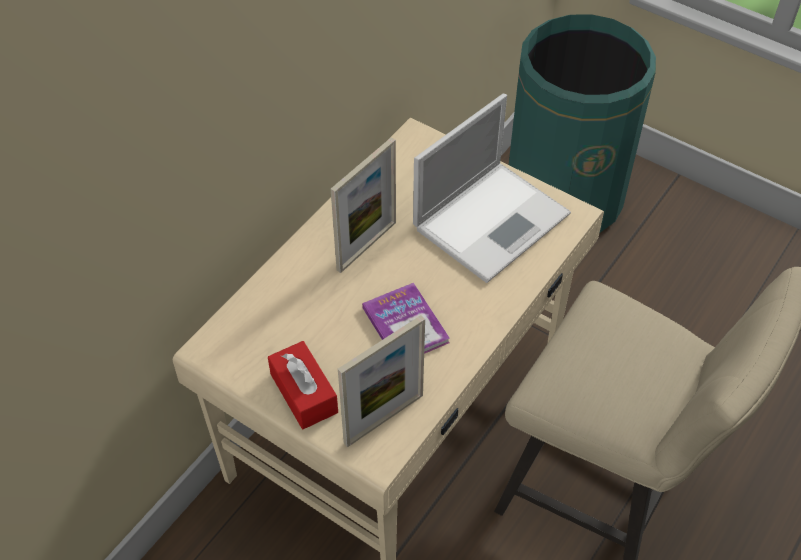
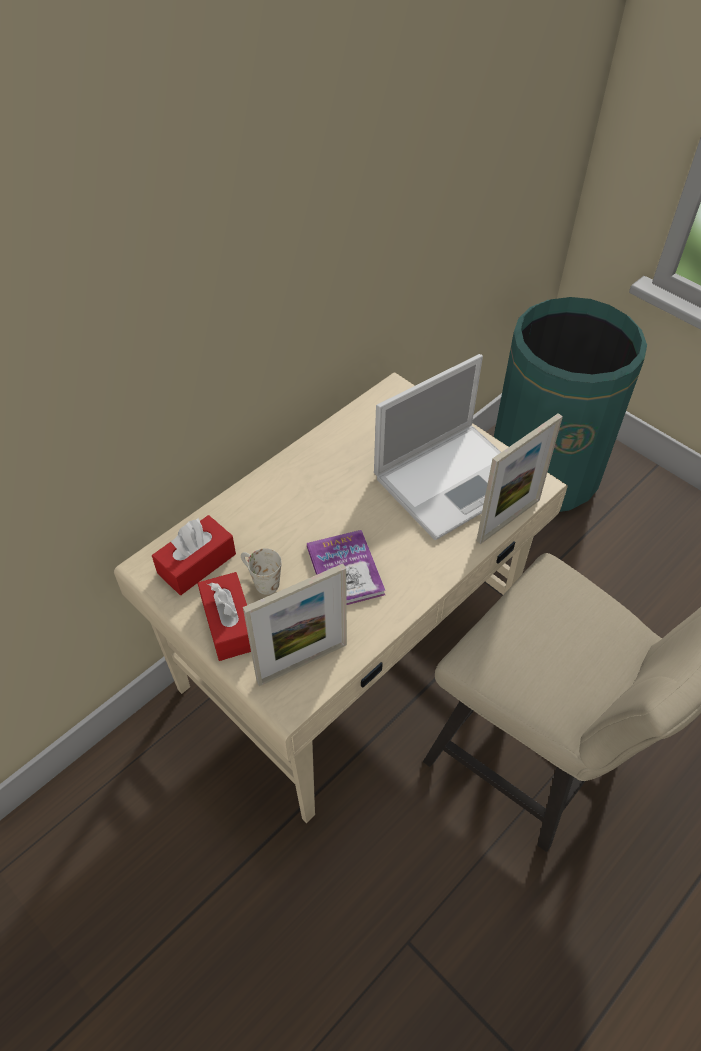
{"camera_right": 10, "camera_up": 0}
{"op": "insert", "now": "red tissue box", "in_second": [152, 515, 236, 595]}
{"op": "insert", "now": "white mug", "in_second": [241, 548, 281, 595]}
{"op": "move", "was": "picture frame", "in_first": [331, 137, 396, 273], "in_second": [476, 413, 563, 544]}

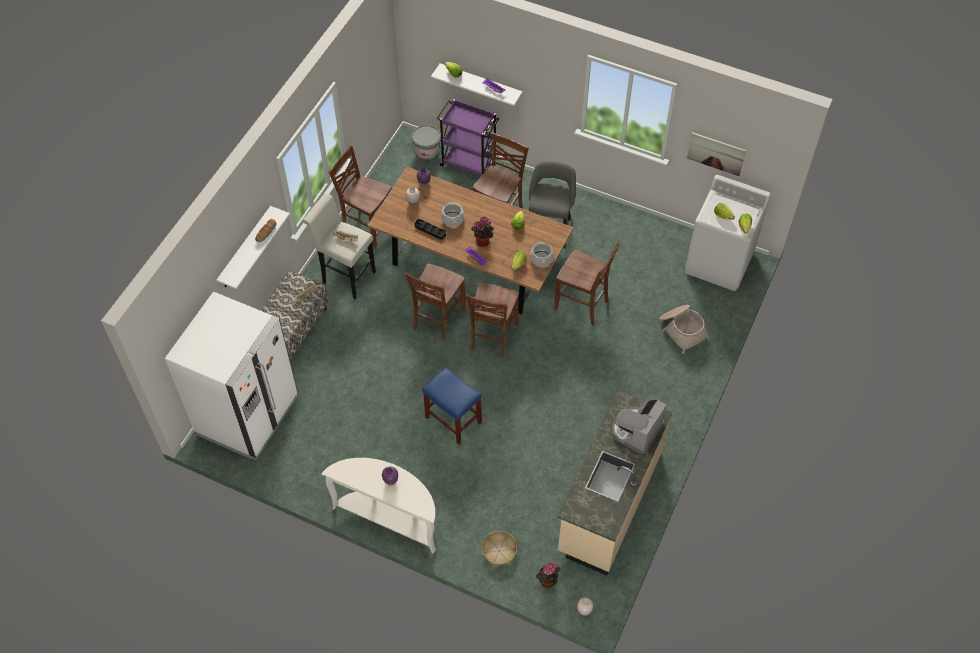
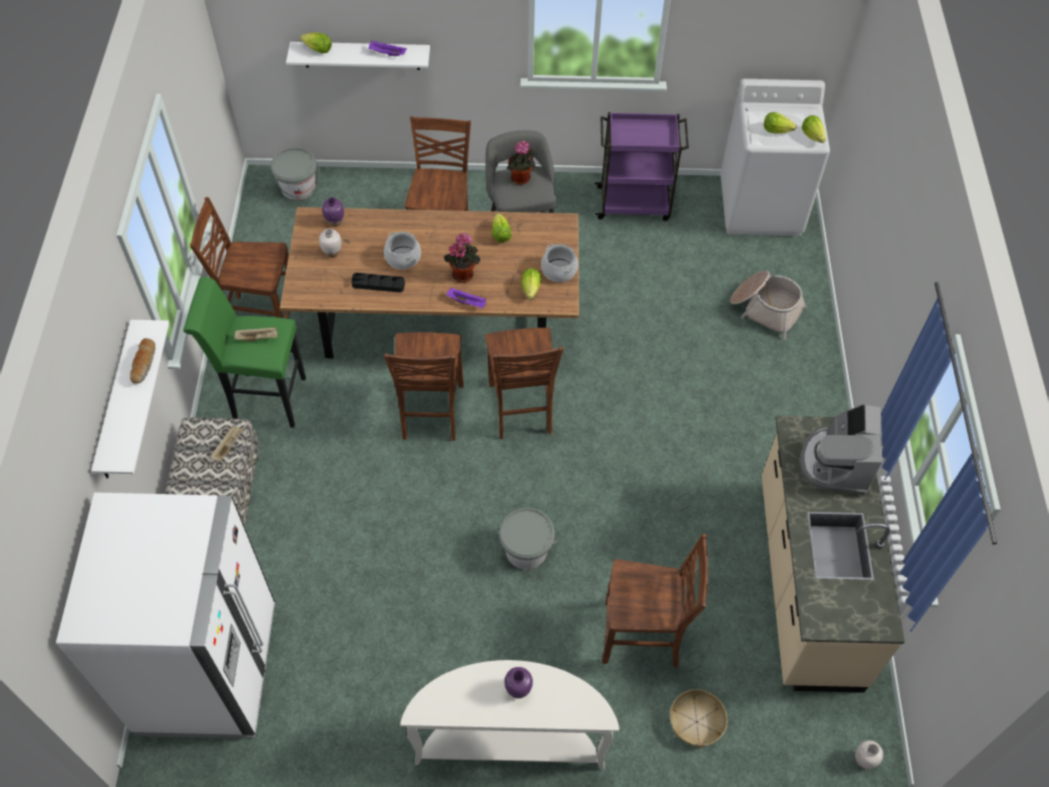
{"camera_right": -25, "camera_up": 0}
{"op": "delete", "was": "picture", "in_first": [687, 132, 746, 176]}
{"op": "move", "was": "purple cart", "in_first": [437, 99, 499, 178], "in_second": [595, 112, 689, 221]}
{"op": "move", "was": "potted plant", "in_first": [536, 562, 560, 588], "in_second": [507, 141, 535, 185]}
{"op": "move", "was": "brown chair", "in_first": [554, 242, 620, 325], "in_second": [602, 534, 708, 668]}
{"op": "replace", "was": "blue stool", "now": "grey bucket", "in_first": [422, 367, 482, 445], "in_second": [499, 508, 558, 569]}
{"op": "recolor", "was": "white stool", "now": "green stool", "in_first": [303, 193, 376, 299], "in_second": [183, 277, 306, 428]}

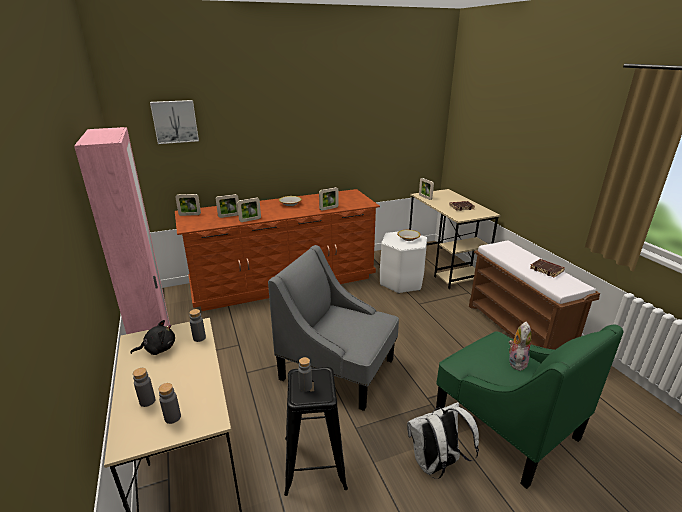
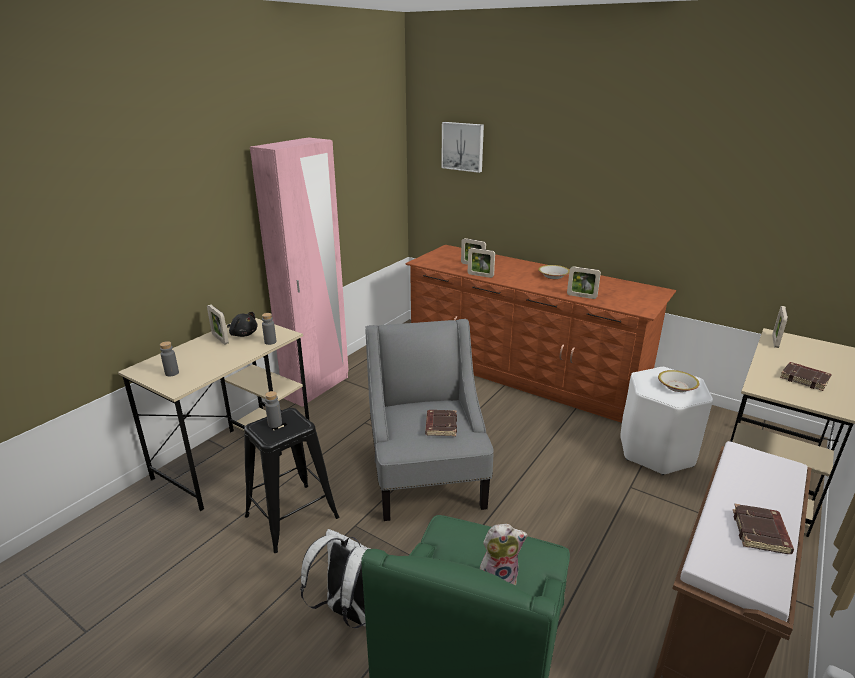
{"camera_right": 55, "camera_up": 0}
{"op": "delete", "was": "grey bottle", "in_first": [133, 368, 155, 407]}
{"op": "insert", "now": "brown book", "in_second": [425, 410, 457, 436]}
{"op": "move", "was": "picture frame", "in_first": [175, 194, 201, 216], "in_second": [207, 304, 229, 345]}

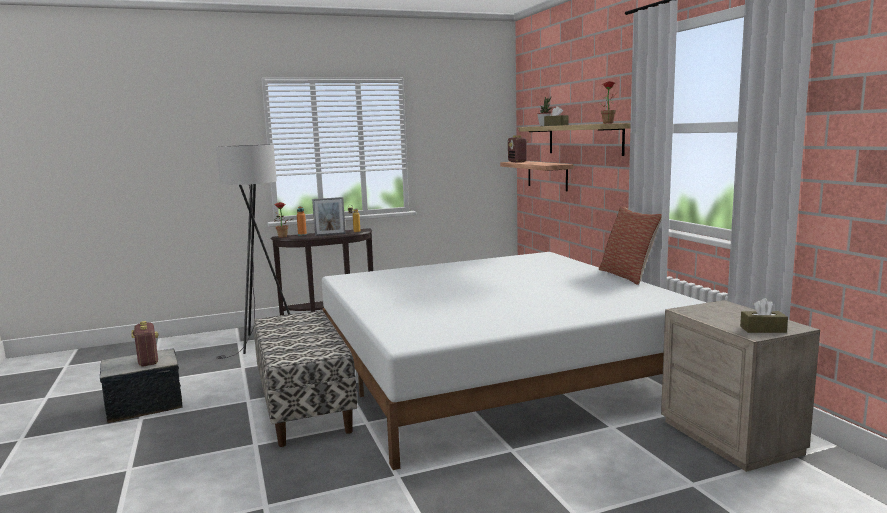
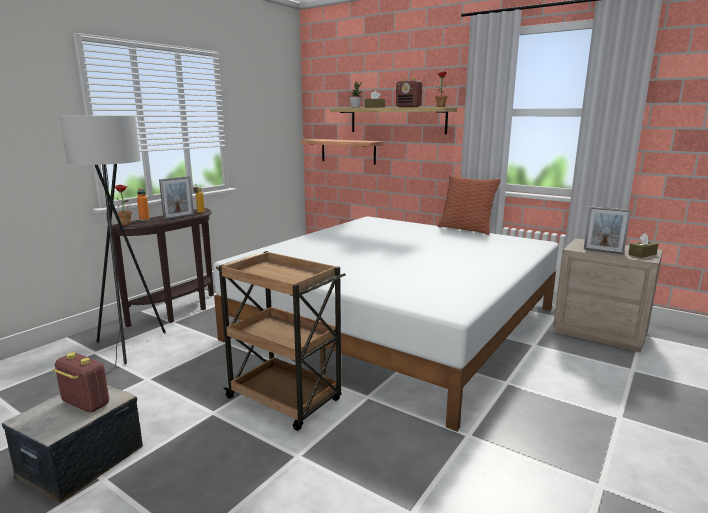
{"camera_right": -35, "camera_up": 5}
{"op": "insert", "now": "picture frame", "in_second": [584, 206, 631, 254]}
{"op": "move", "was": "radio", "in_first": [508, 135, 528, 163], "in_second": [396, 78, 422, 107]}
{"op": "replace", "was": "bench", "now": "brown cart", "in_first": [254, 311, 357, 447], "in_second": [216, 251, 346, 431]}

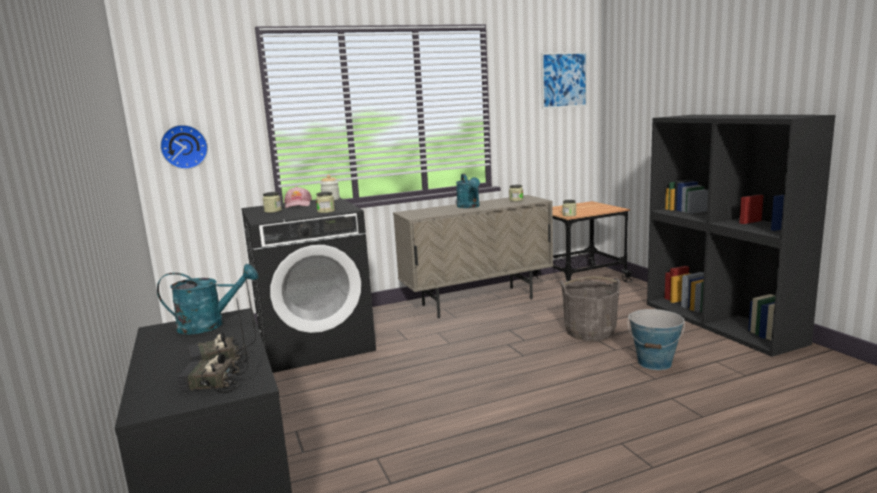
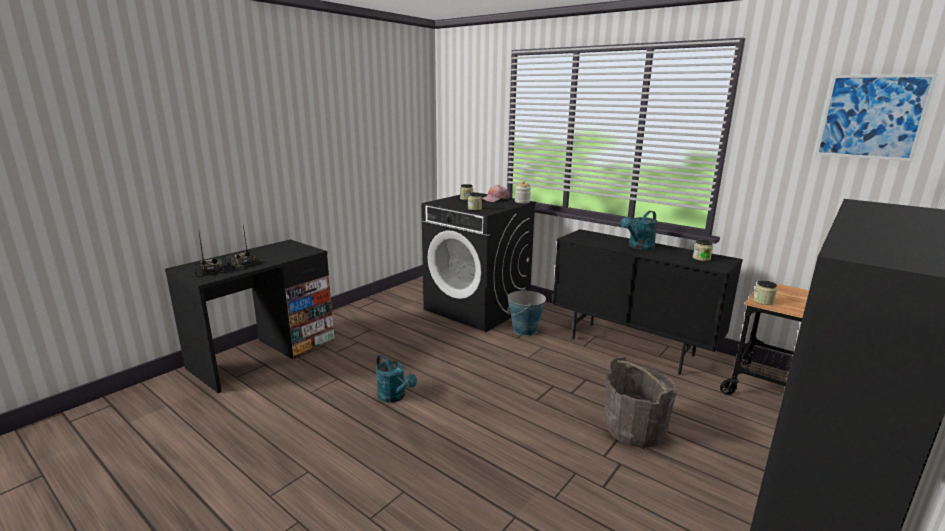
{"camera_right": 60, "camera_up": 5}
{"op": "delete", "was": "wall clock", "in_first": [160, 125, 208, 169]}
{"op": "move", "was": "turquoise watering can", "in_first": [157, 264, 258, 334], "in_second": [376, 354, 417, 403]}
{"op": "move", "was": "bucket", "in_first": [628, 309, 685, 370], "in_second": [507, 289, 546, 336]}
{"op": "recolor", "was": "beige cabinet", "now": "black cabinet", "in_first": [393, 195, 553, 319], "in_second": [552, 229, 743, 375]}

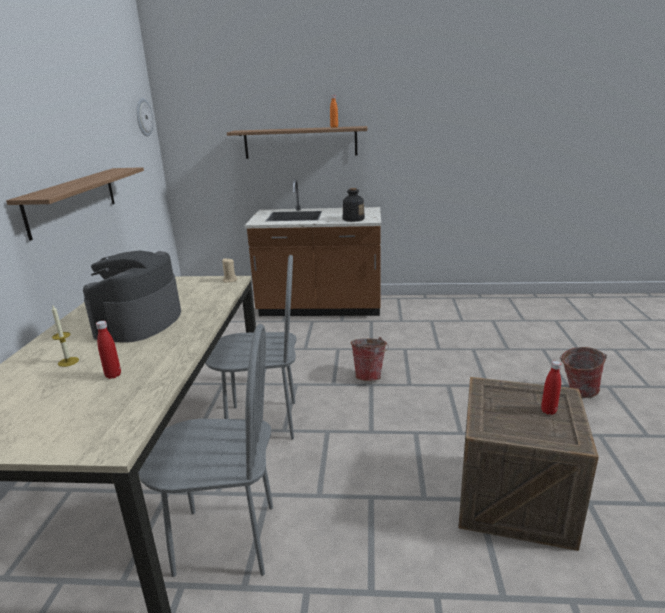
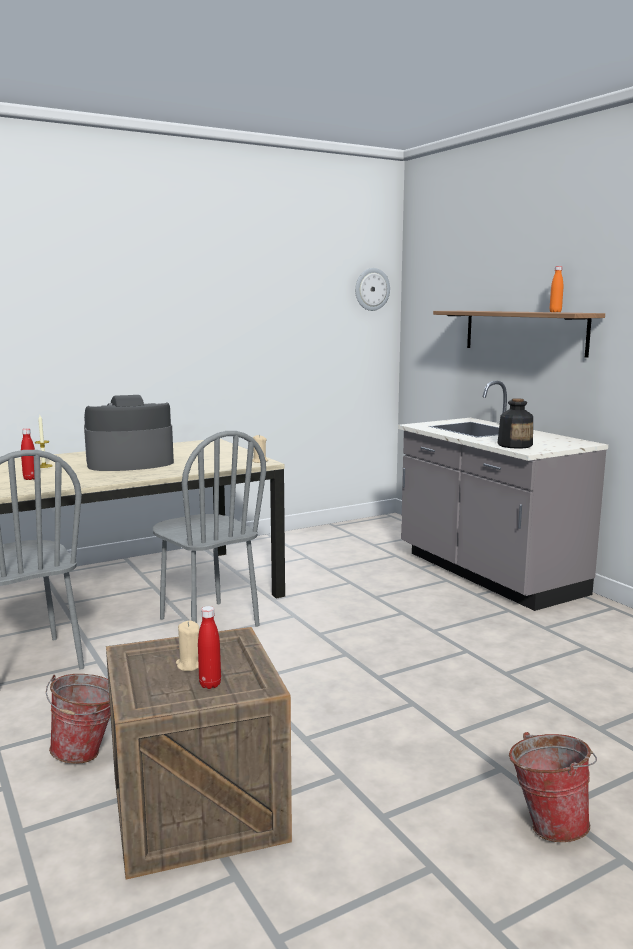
{"camera_right": 55, "camera_up": -10}
{"op": "delete", "was": "shelf", "in_first": [6, 167, 144, 241]}
{"op": "insert", "now": "beige candle", "in_second": [176, 621, 200, 671]}
{"op": "move", "was": "bucket", "in_first": [351, 337, 389, 381], "in_second": [46, 674, 111, 764]}
{"op": "recolor", "was": "brown counter", "now": "grey counter", "in_first": [244, 179, 381, 316], "in_second": [398, 381, 608, 611]}

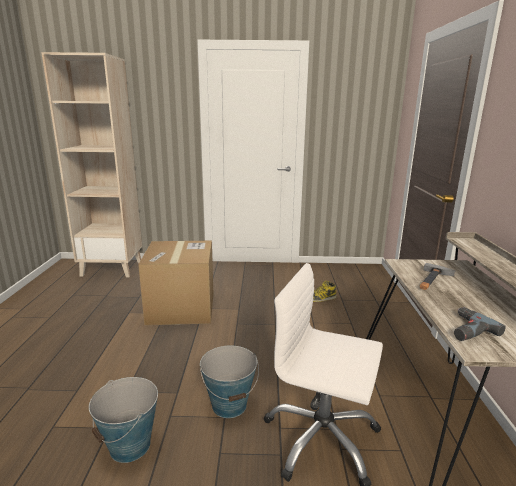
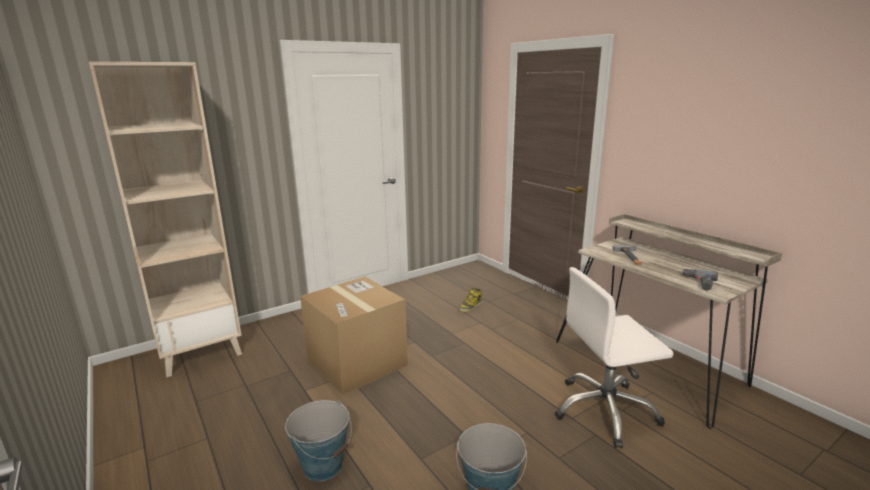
{"camera_right": -35, "camera_up": 0}
{"op": "move", "was": "bucket", "in_first": [200, 345, 259, 418], "in_second": [285, 400, 352, 481]}

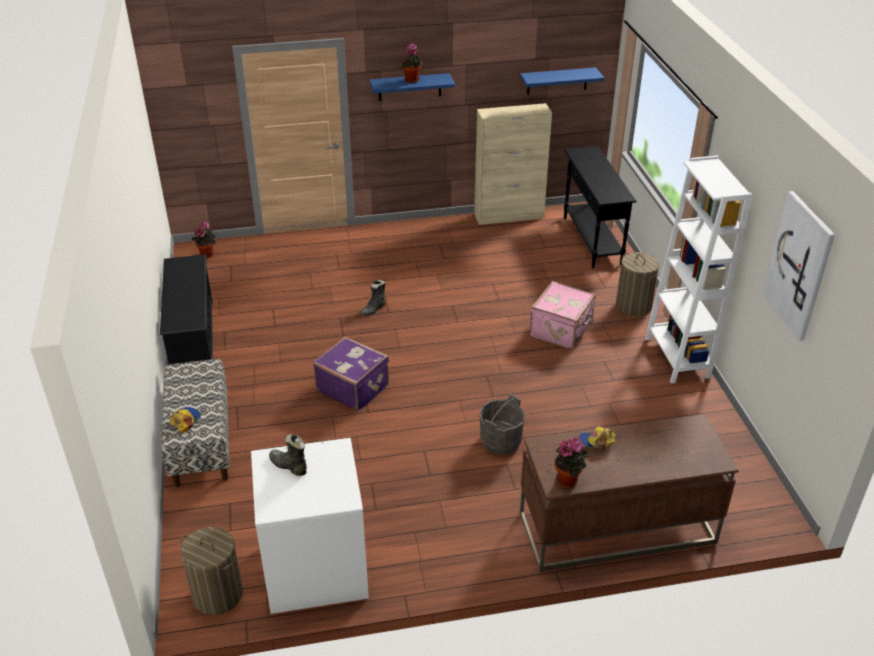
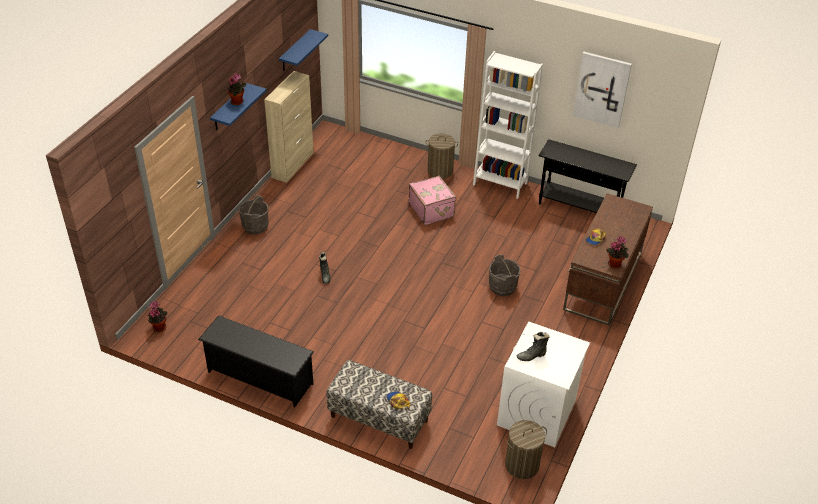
{"camera_right": -55, "camera_up": 5}
{"op": "delete", "was": "purple suitcase", "in_first": [313, 336, 389, 411]}
{"op": "insert", "now": "grey bucket", "in_second": [239, 195, 269, 235]}
{"op": "move", "was": "black console table", "in_first": [564, 146, 637, 268], "in_second": [538, 139, 637, 213]}

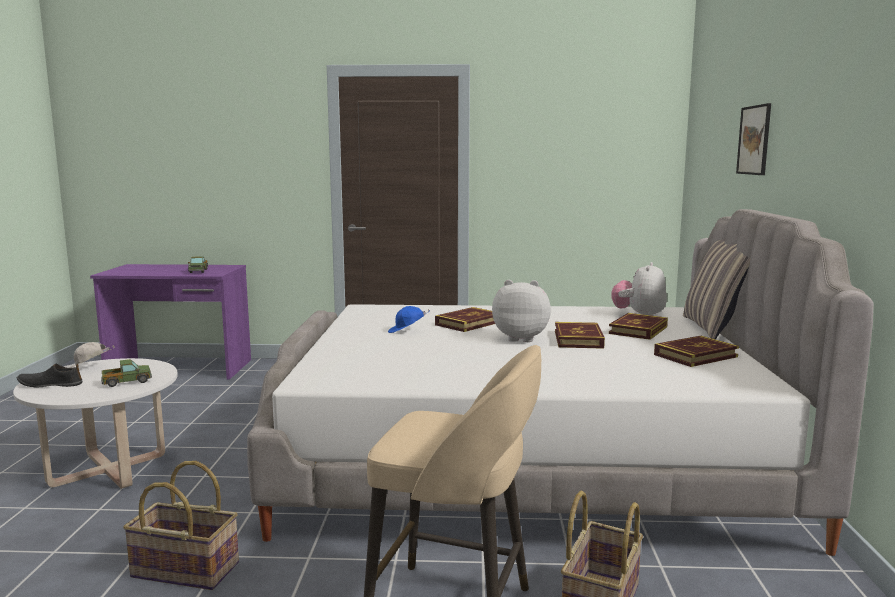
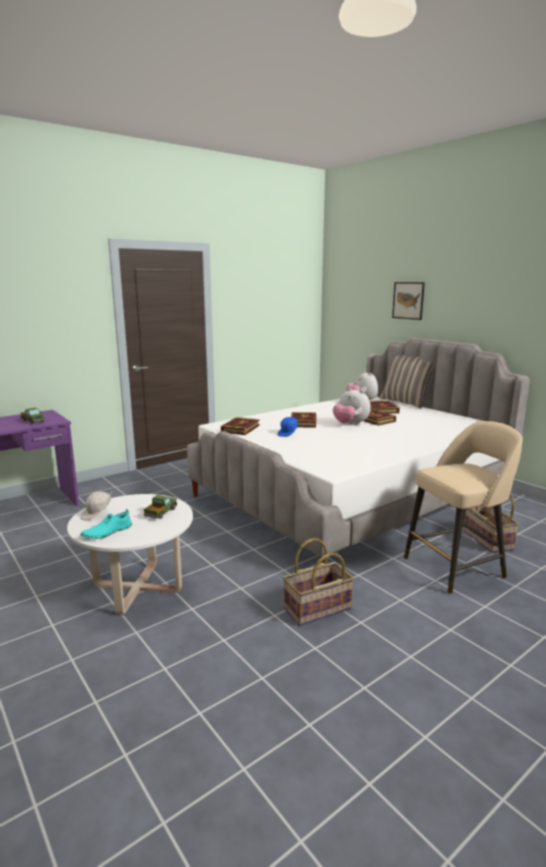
{"camera_right": -40, "camera_up": 5}
{"op": "move", "was": "book", "in_first": [654, 336, 739, 367], "in_second": [221, 417, 260, 435]}
{"op": "recolor", "was": "black shoe", "now": "turquoise shoe", "in_first": [17, 363, 83, 387], "in_second": [80, 509, 132, 539]}
{"op": "rotate", "was": "plush toy", "in_first": [492, 280, 551, 342], "in_second": [333, 388, 371, 425], "clockwise": -105}

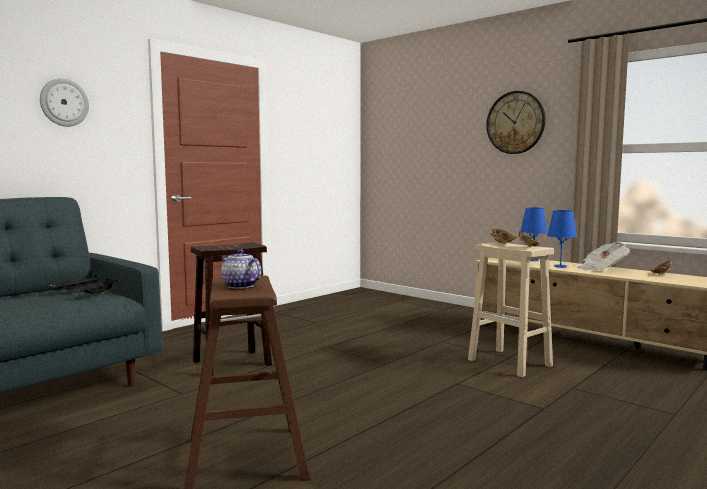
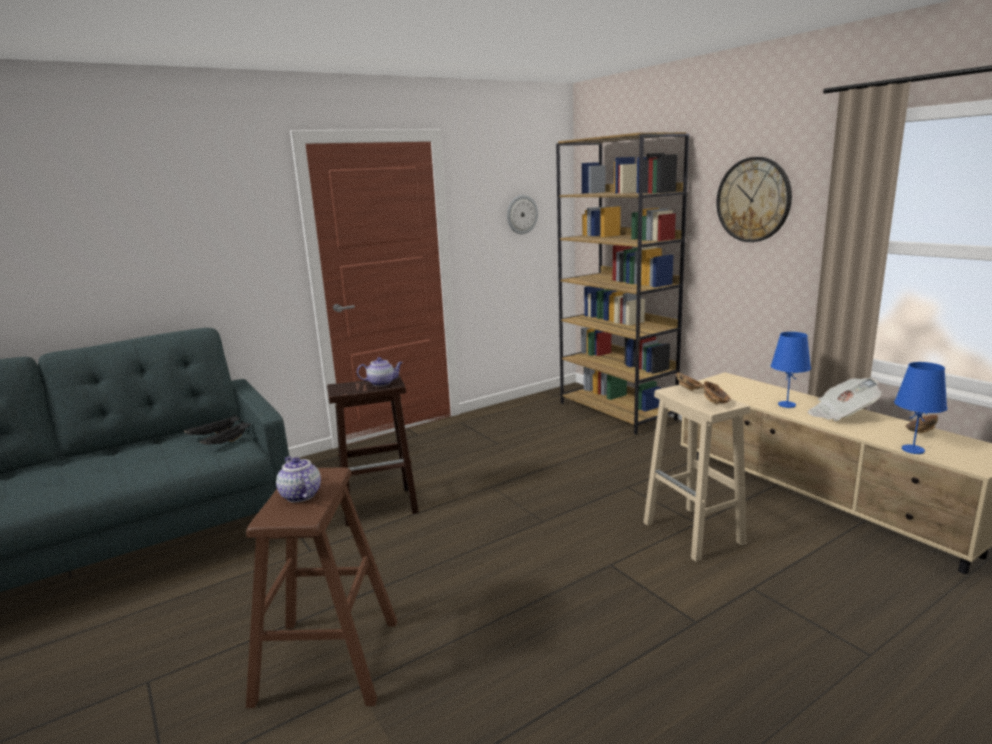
{"camera_right": 15, "camera_up": 10}
{"op": "insert", "now": "teapot", "in_second": [357, 357, 403, 386]}
{"op": "insert", "now": "brown bookcase", "in_second": [556, 132, 689, 435]}
{"op": "move", "was": "wall clock", "in_first": [40, 78, 89, 127], "in_second": [507, 195, 538, 234]}
{"op": "move", "was": "blue table lamp", "in_first": [520, 208, 547, 261], "in_second": [894, 362, 947, 454]}

